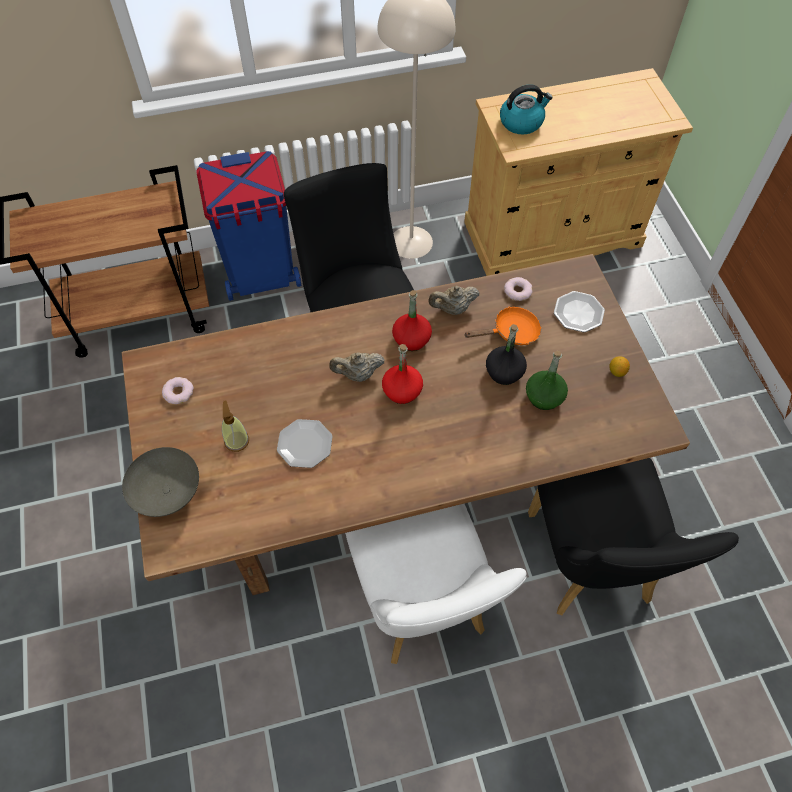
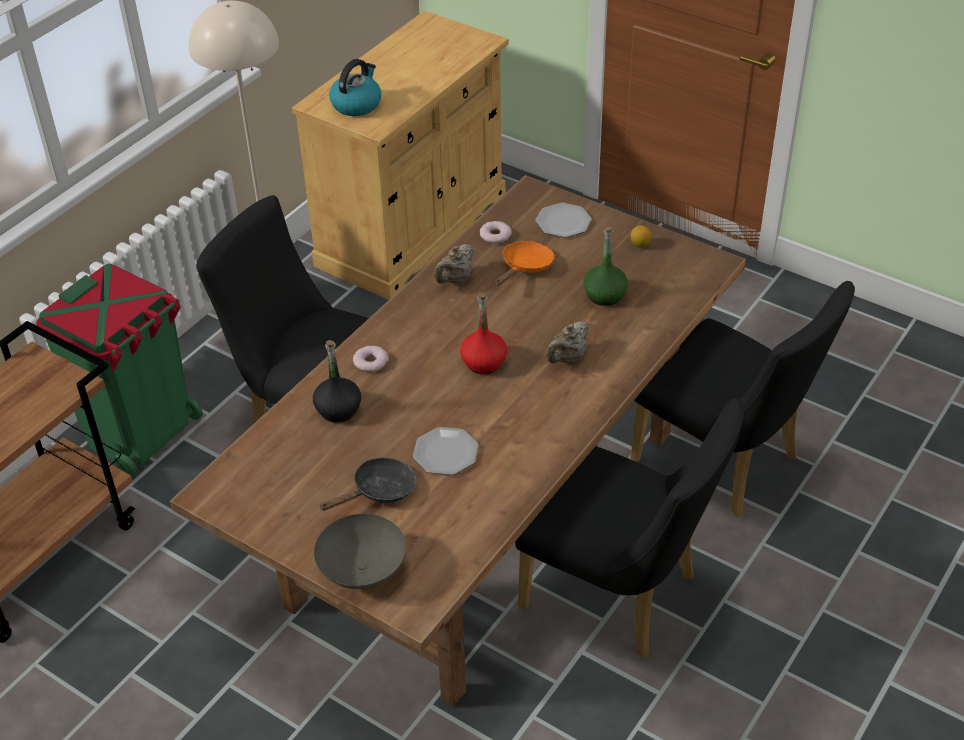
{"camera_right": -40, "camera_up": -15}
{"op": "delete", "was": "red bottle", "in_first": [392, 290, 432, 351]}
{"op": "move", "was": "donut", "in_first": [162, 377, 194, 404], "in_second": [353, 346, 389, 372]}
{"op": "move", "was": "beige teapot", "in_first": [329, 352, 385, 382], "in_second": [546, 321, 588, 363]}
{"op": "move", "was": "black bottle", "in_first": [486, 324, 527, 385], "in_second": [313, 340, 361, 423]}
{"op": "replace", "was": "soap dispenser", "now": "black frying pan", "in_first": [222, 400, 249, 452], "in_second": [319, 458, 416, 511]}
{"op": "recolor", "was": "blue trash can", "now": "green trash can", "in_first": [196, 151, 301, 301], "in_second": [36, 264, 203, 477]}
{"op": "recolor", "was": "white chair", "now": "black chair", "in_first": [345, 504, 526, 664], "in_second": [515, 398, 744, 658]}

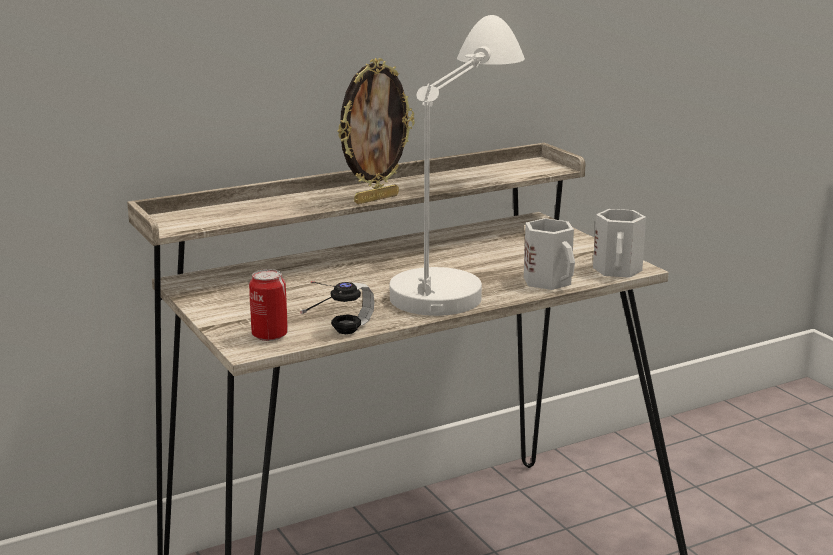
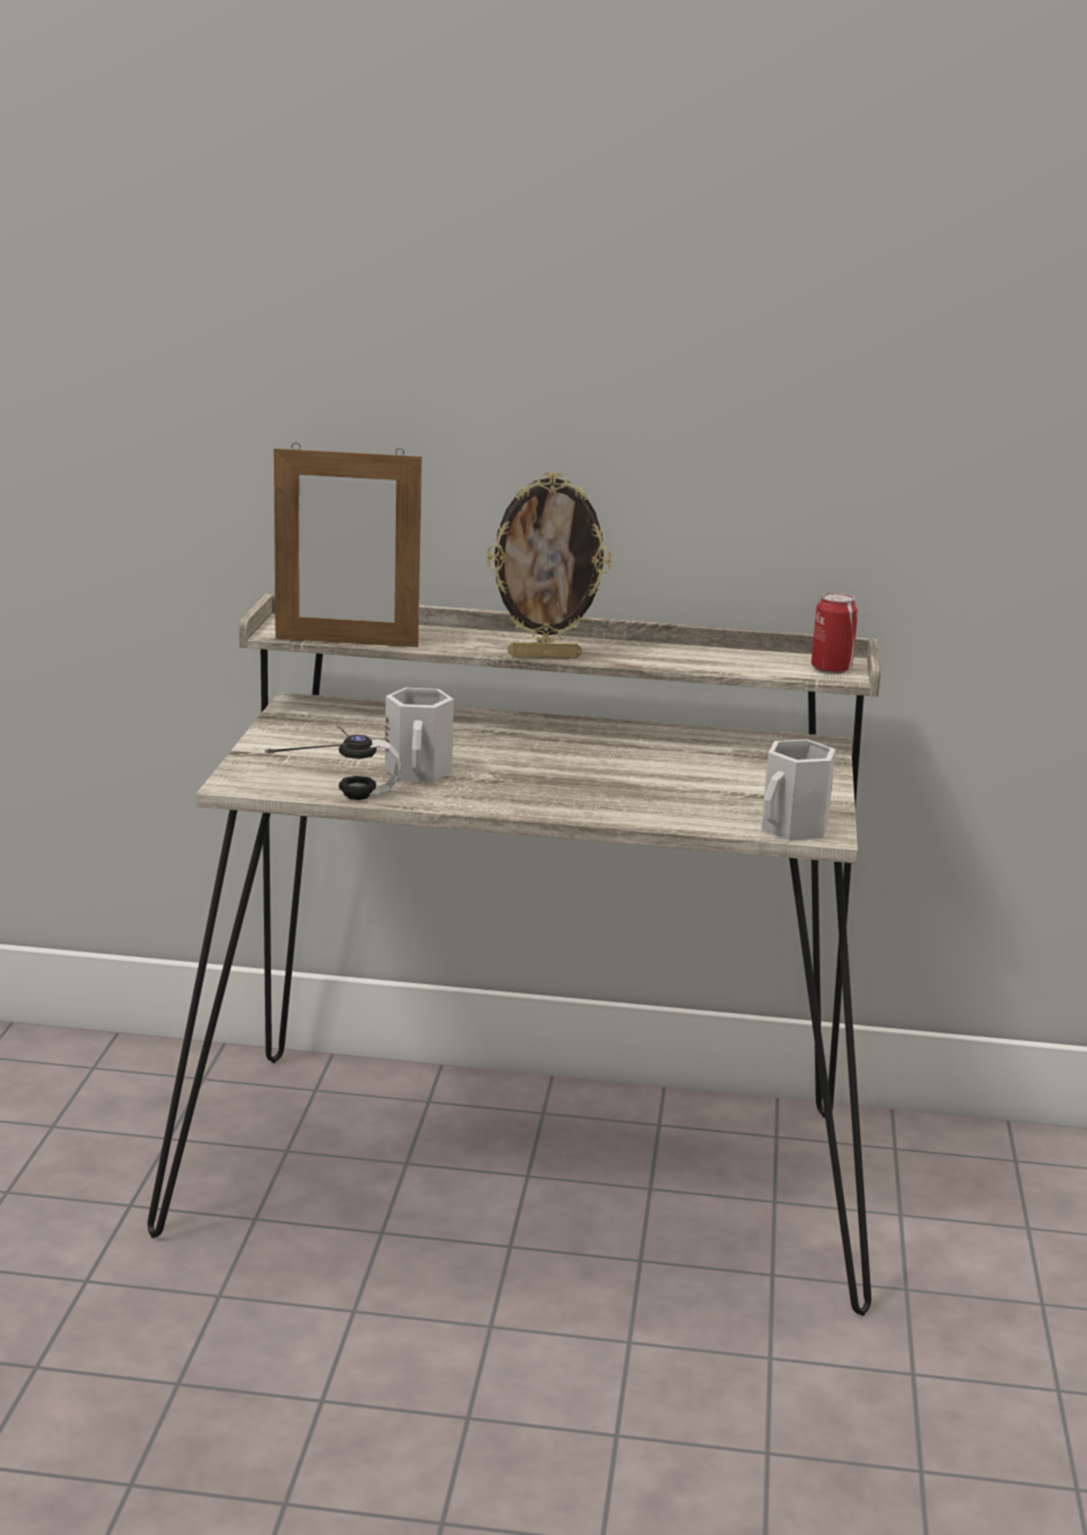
{"camera_right": 35, "camera_up": 0}
{"op": "delete", "was": "white table lamp", "in_first": [390, 15, 525, 316]}
{"op": "insert", "now": "picture frame", "in_second": [274, 442, 422, 647]}
{"op": "move", "was": "can", "in_first": [249, 269, 288, 341], "in_second": [811, 592, 858, 674]}
{"op": "move", "was": "white mug", "in_first": [524, 218, 575, 290], "in_second": [385, 688, 454, 782]}

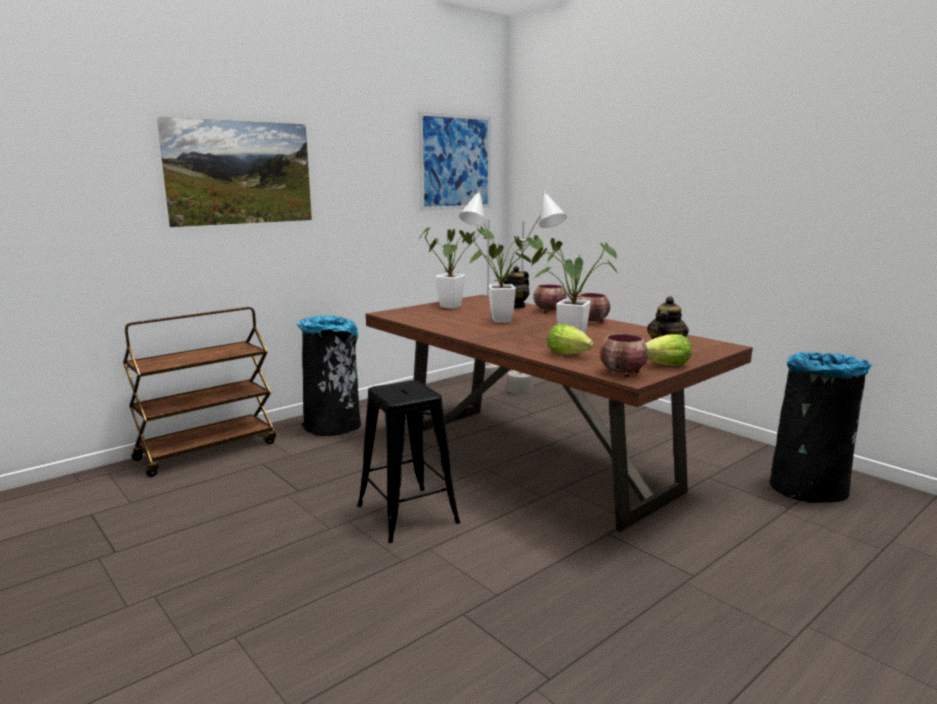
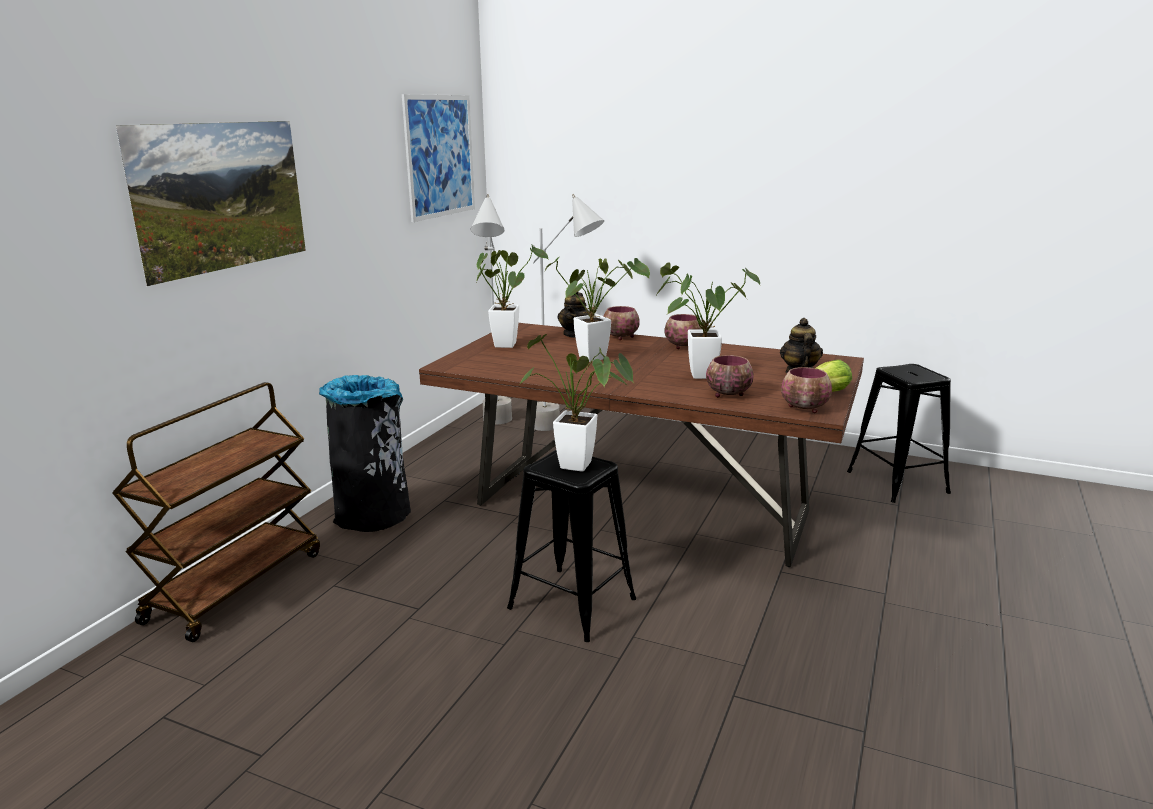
{"camera_right": -25, "camera_up": 5}
{"op": "insert", "now": "potted plant", "in_second": [518, 334, 634, 472]}
{"op": "replace", "was": "lettuce", "now": "bowl", "in_first": [547, 324, 594, 355], "in_second": [706, 355, 754, 397]}
{"op": "replace", "was": "black trash can", "now": "black stool", "in_first": [769, 352, 872, 503], "in_second": [847, 364, 951, 503]}

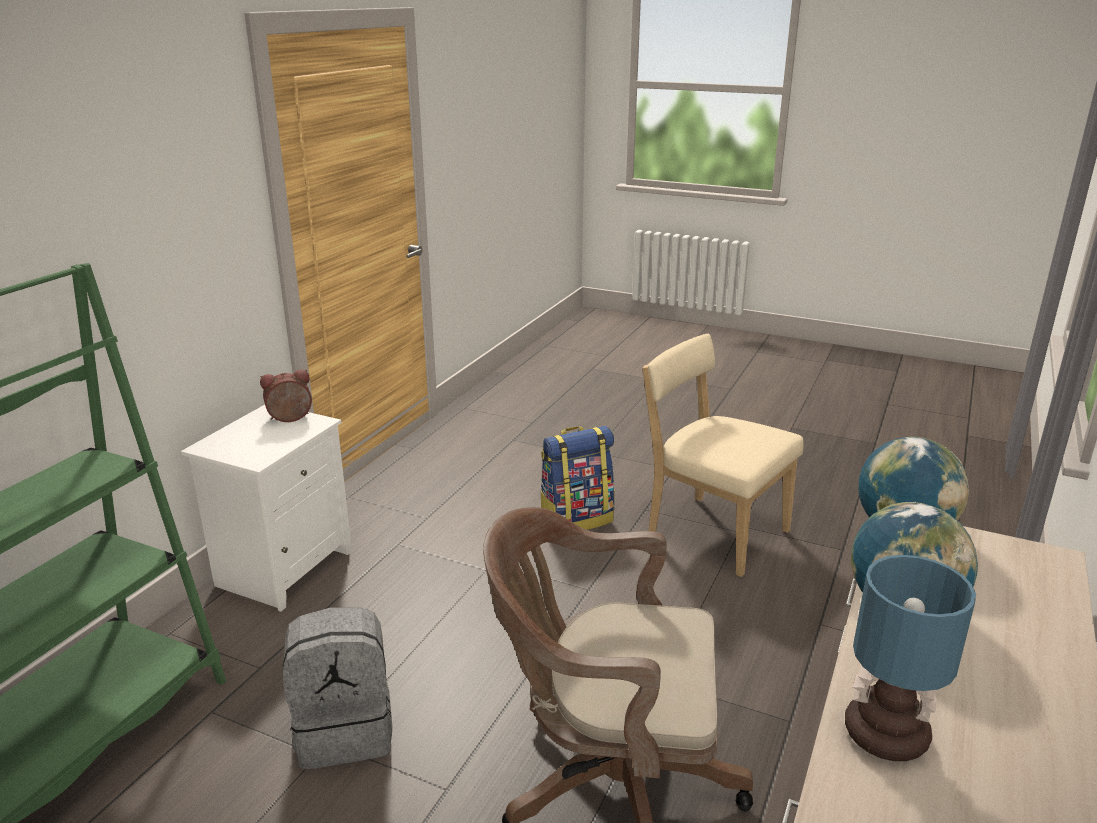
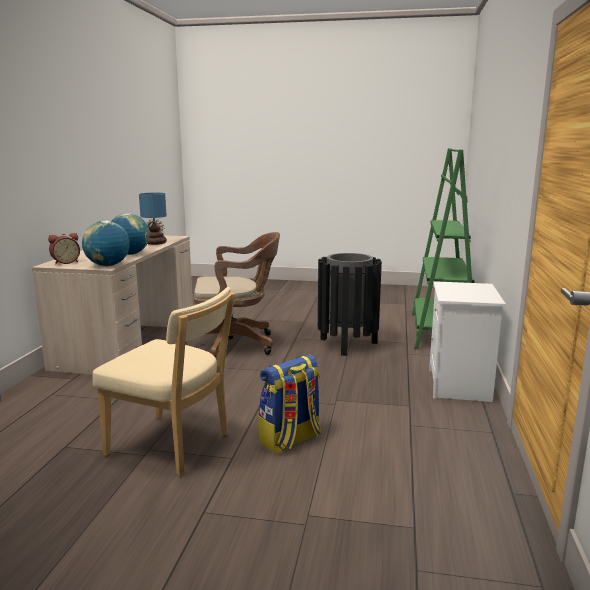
{"camera_right": 165, "camera_up": -10}
{"op": "move", "was": "alarm clock", "in_first": [260, 369, 312, 422], "in_second": [48, 233, 80, 265]}
{"op": "replace", "was": "grey backpack", "now": "black trash can", "in_first": [283, 607, 392, 769], "in_second": [318, 253, 382, 356]}

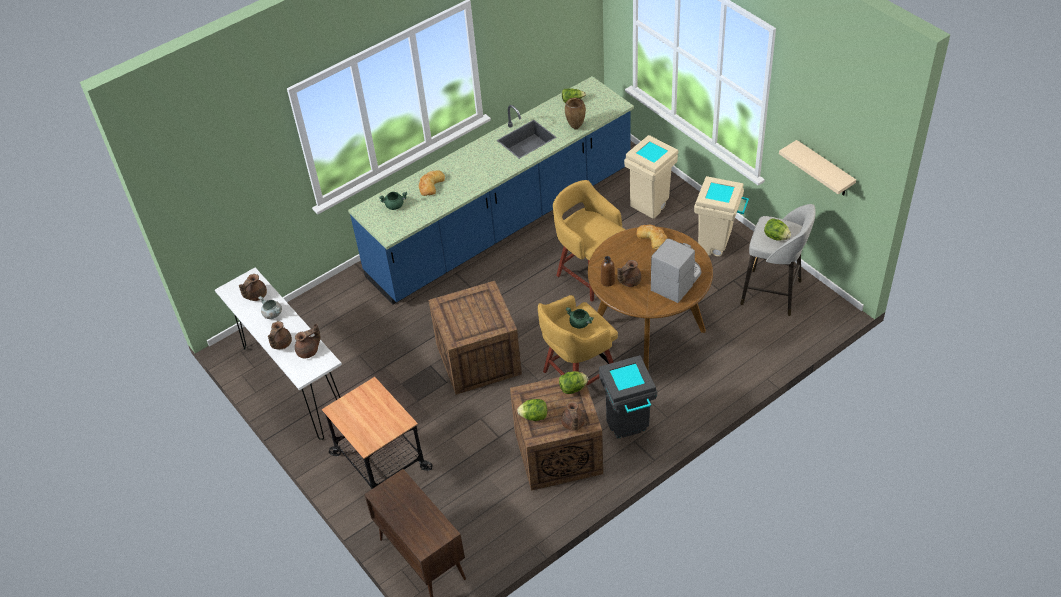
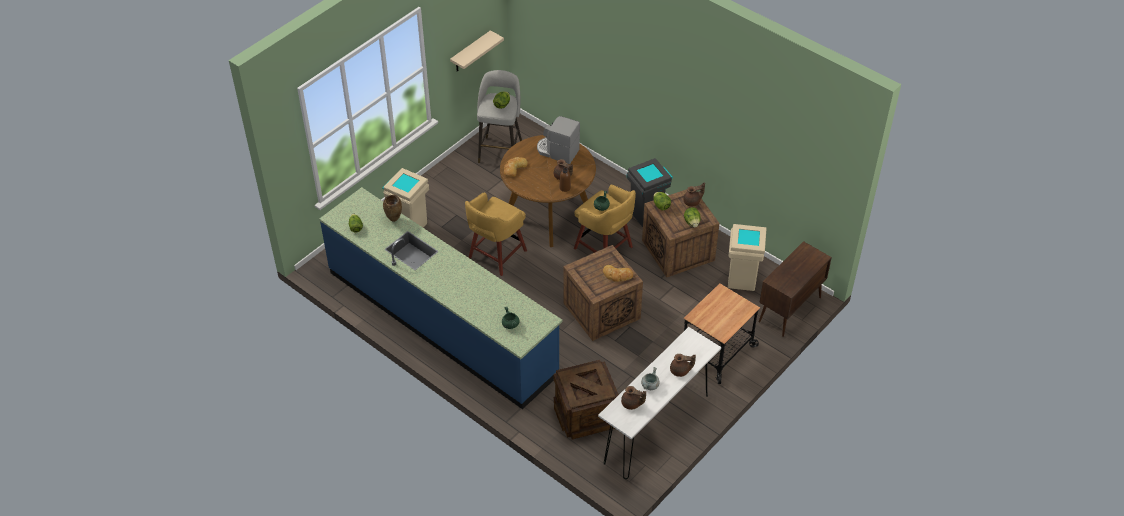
{"camera_right": -105, "camera_up": 0}
{"op": "delete", "was": "brown teapot", "in_first": [295, 324, 320, 358]}
{"op": "insert", "now": "crate", "in_second": [553, 360, 619, 440]}
{"op": "move", "was": "bread", "in_first": [419, 170, 445, 196], "in_second": [603, 265, 633, 282]}
{"op": "move", "was": "beige trash can", "in_first": [694, 176, 749, 256], "in_second": [728, 224, 767, 291]}

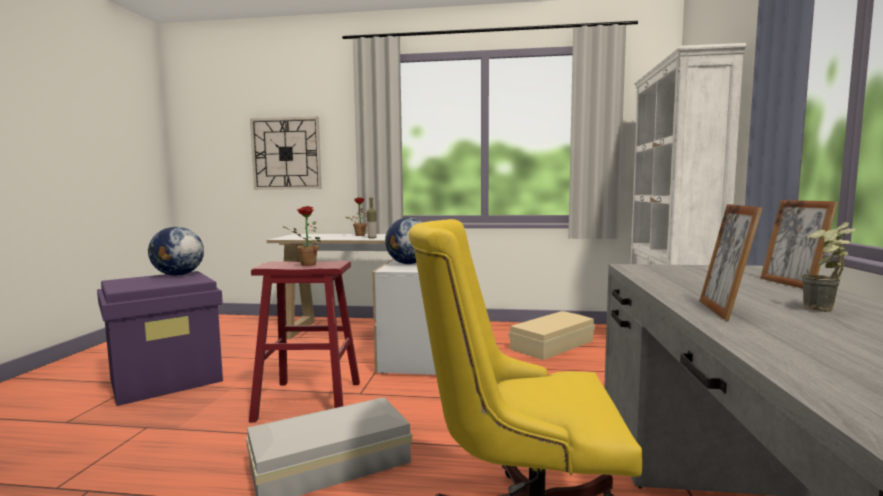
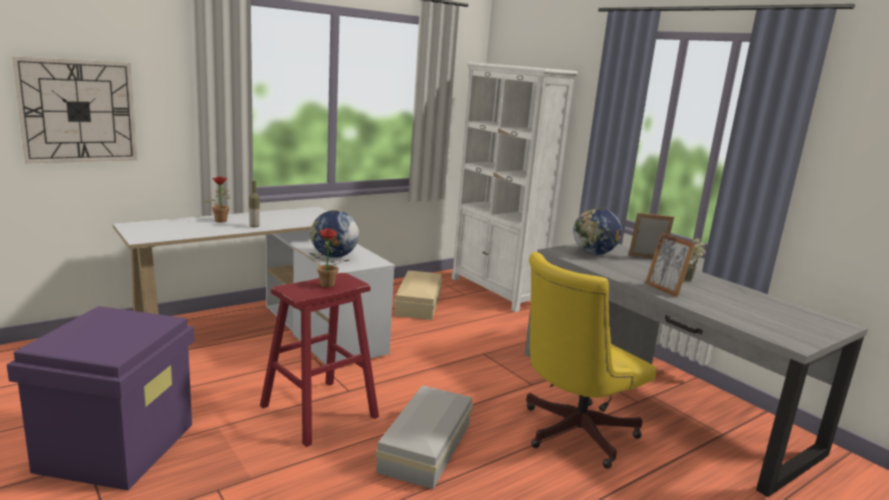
{"camera_right": -45, "camera_up": 10}
{"op": "move", "was": "globe", "in_first": [148, 227, 204, 276], "in_second": [573, 208, 622, 255]}
{"op": "rotate", "was": "picture frame", "in_first": [760, 200, 838, 289], "in_second": [629, 213, 674, 258], "clockwise": 150}

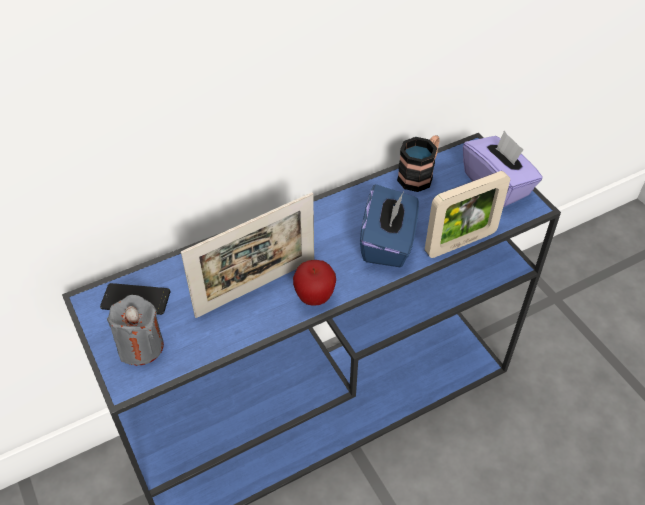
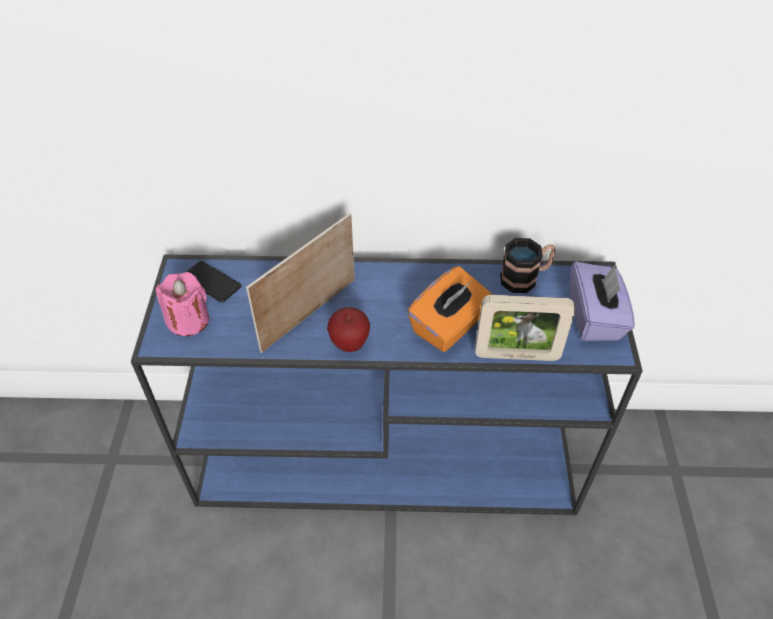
{"camera_right": 30, "camera_up": 0}
{"op": "recolor", "was": "grey candle", "now": "pink candle", "in_first": [107, 295, 164, 366], "in_second": [156, 272, 209, 336]}
{"op": "recolor", "was": "blue tissue box", "now": "orange tissue box", "in_first": [360, 184, 419, 267], "in_second": [407, 266, 493, 352]}
{"op": "rotate", "was": "picture frame", "in_first": [181, 192, 314, 318], "in_second": [246, 213, 355, 353], "clockwise": 135}

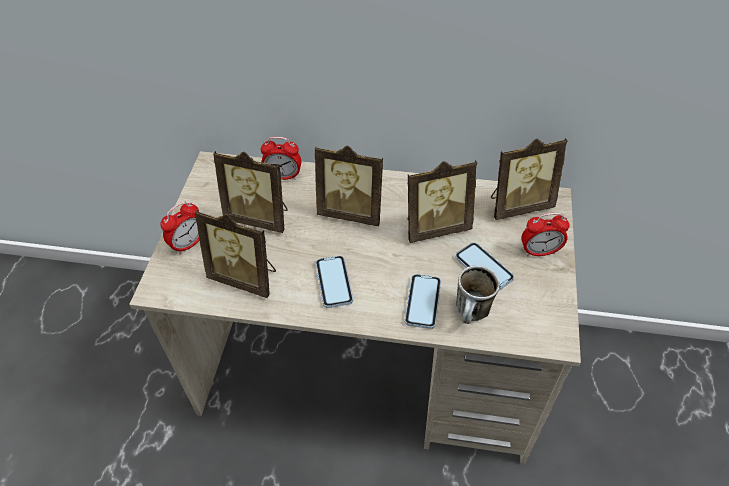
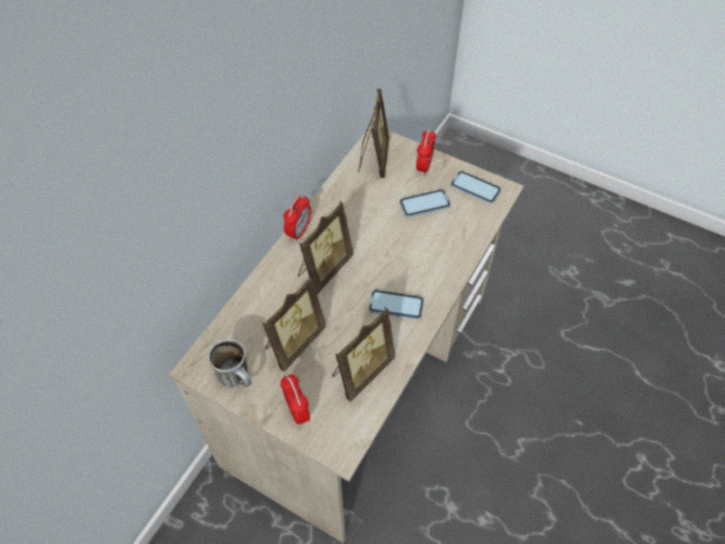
{"camera_right": -70, "camera_up": 5}
{"op": "delete", "was": "picture frame", "in_first": [408, 160, 477, 243]}
{"op": "move", "was": "alarm clock", "in_first": [260, 137, 301, 180], "in_second": [284, 194, 311, 242]}
{"op": "move", "was": "phone", "in_first": [404, 274, 441, 329], "in_second": [451, 171, 501, 204]}
{"op": "move", "was": "mug", "in_first": [456, 265, 500, 324], "in_second": [208, 339, 252, 387]}

